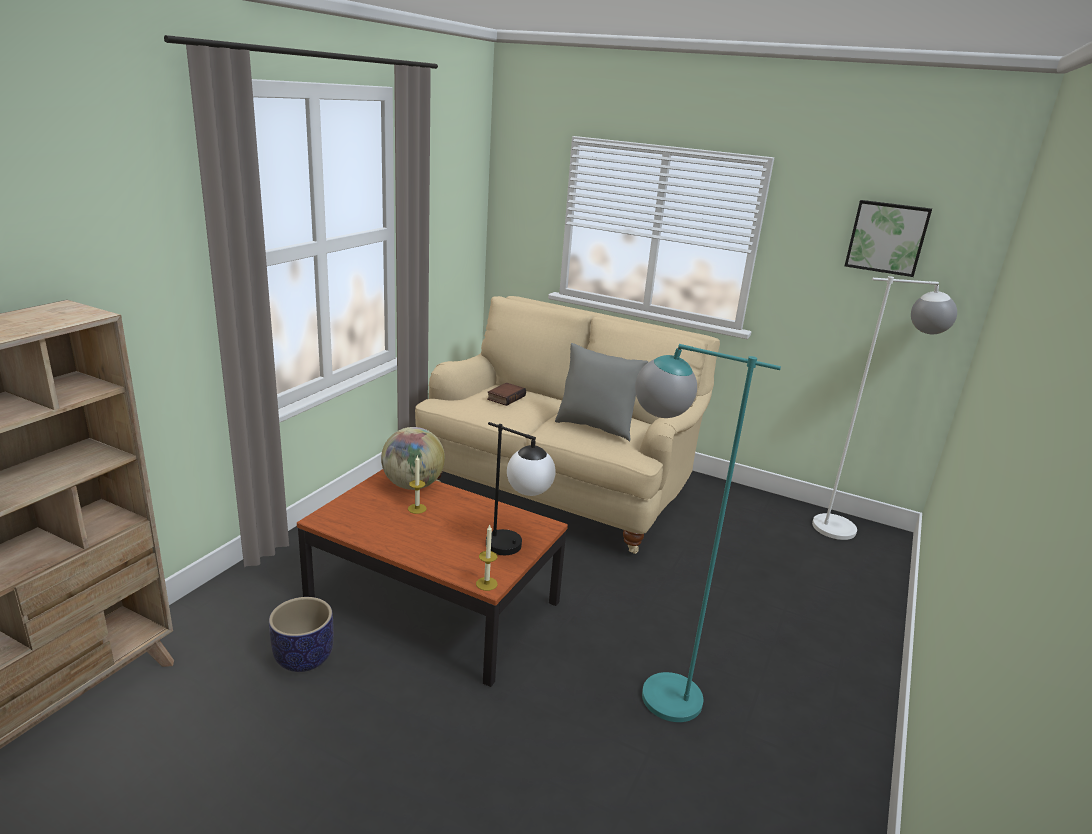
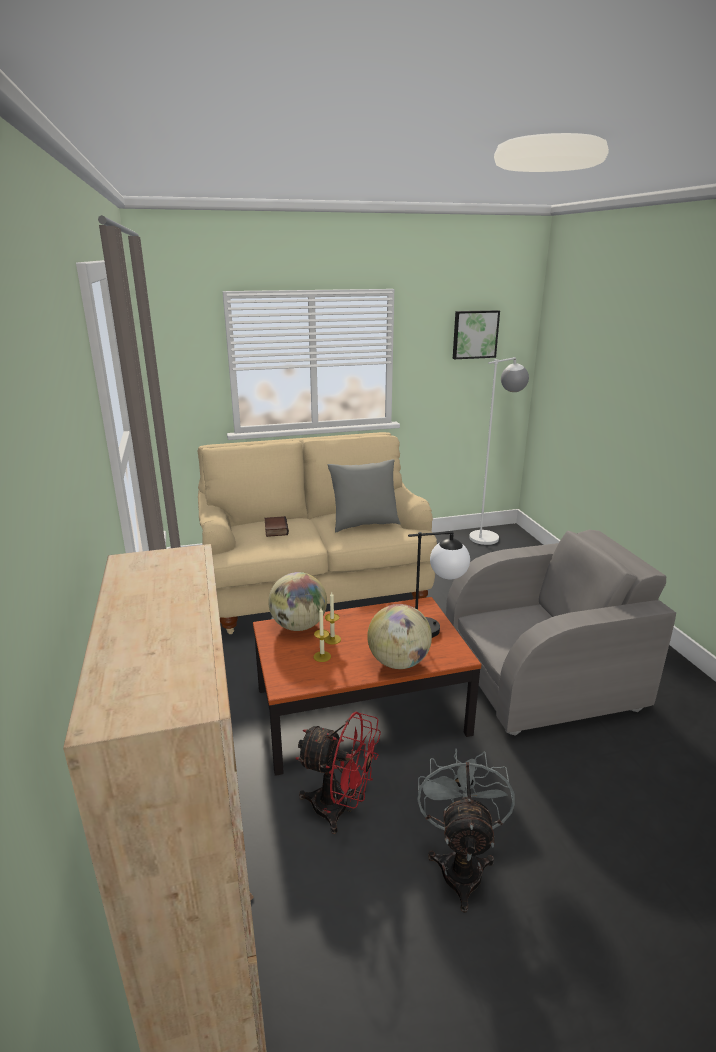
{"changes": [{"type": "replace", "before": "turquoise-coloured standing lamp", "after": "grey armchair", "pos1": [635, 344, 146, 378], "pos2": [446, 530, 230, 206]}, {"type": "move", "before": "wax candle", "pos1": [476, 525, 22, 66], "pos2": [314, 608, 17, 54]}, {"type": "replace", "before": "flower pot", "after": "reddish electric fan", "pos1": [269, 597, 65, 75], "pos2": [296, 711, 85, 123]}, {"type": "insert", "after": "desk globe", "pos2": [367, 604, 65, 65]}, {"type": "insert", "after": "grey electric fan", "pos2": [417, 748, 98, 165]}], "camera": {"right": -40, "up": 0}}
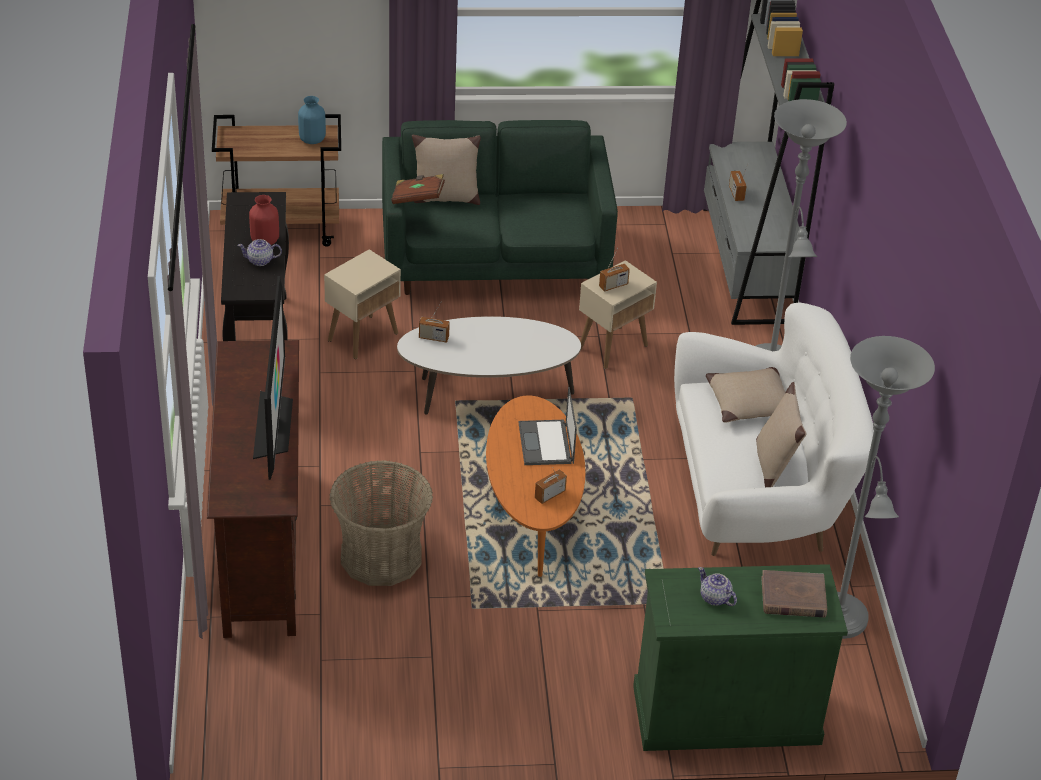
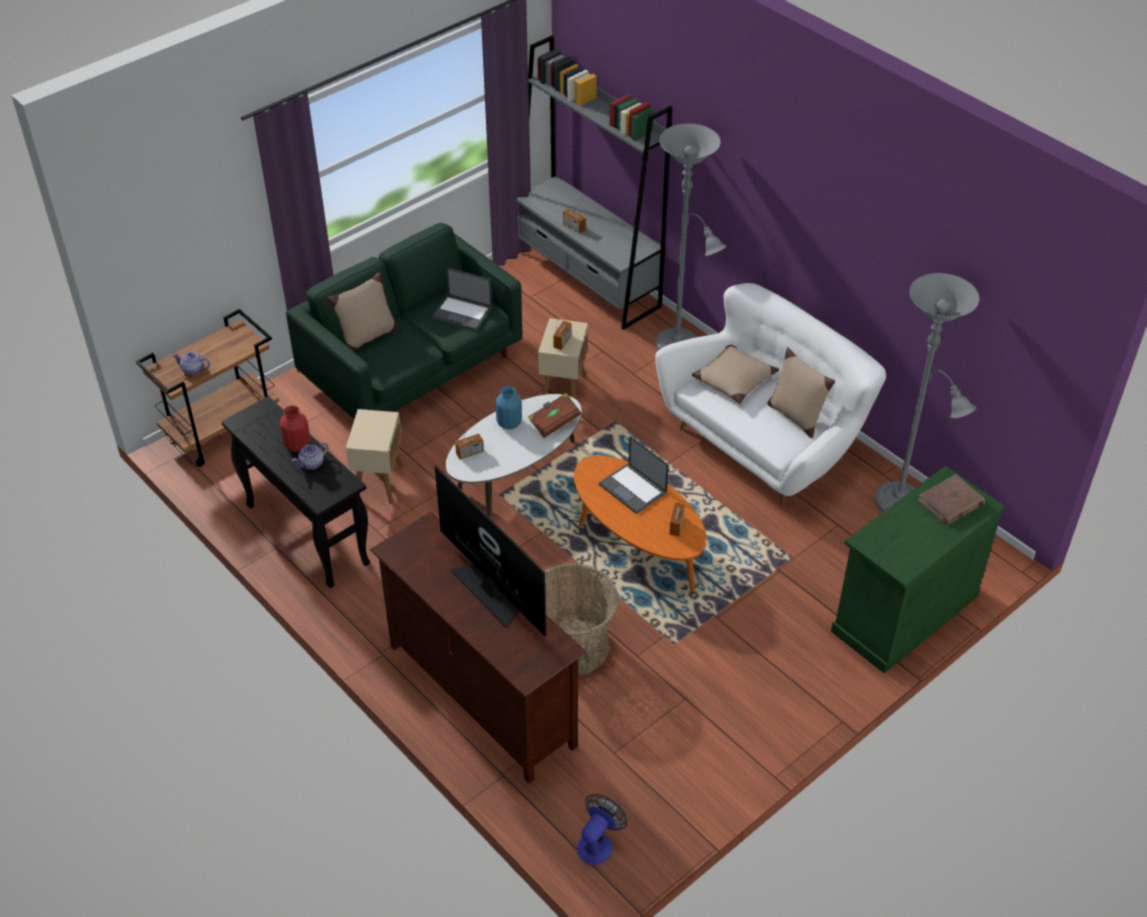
{"changes": [{"type": "move", "before": "blue decorative vase", "pos1": [298, 96, 28, 48], "pos2": [496, 386, 26, 43]}, {"type": "move", "before": "brown book", "pos1": [391, 174, 54, 30], "pos2": [528, 393, 53, 45]}, {"type": "move", "before": "pot for tea", "pos1": [698, 567, 39, 39], "pos2": [172, 351, 38, 24]}, {"type": "insert", "after": "laptop", "pos2": [432, 267, 60, 64]}, {"type": "insert", "after": "electric fan", "pos2": [577, 794, 50, 71]}], "camera": {"right": -35, "up": 5}}
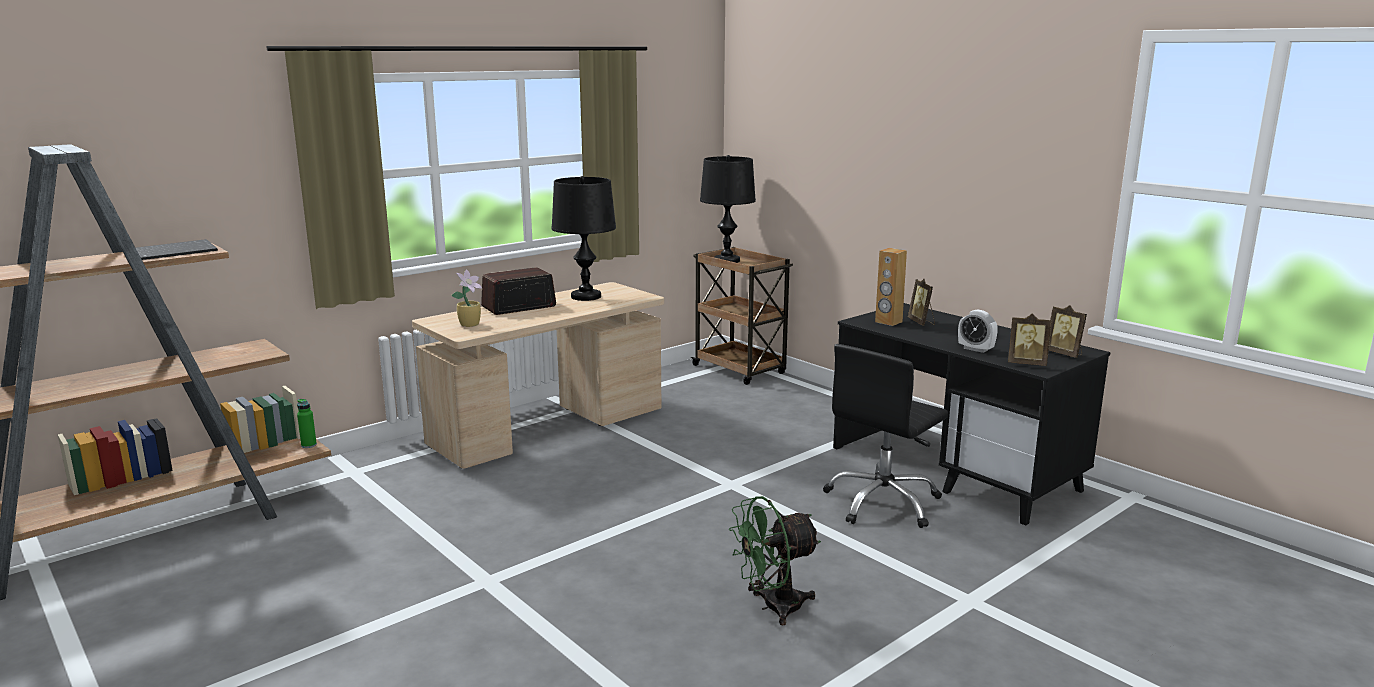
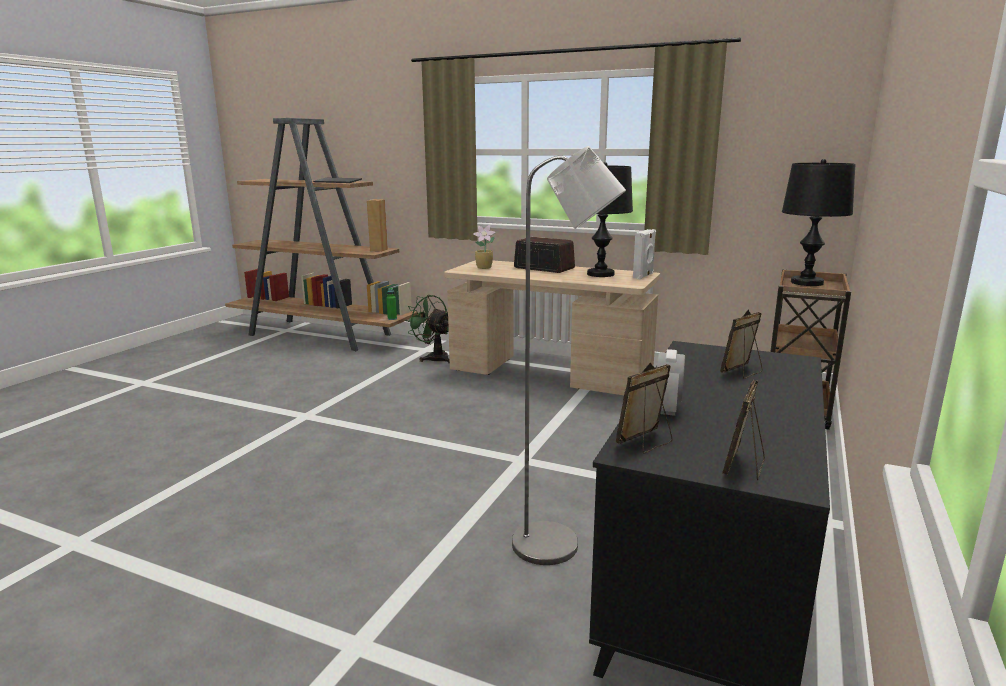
{"changes": [{"type": "move", "before": "brown loudspeaker", "pos1": [875, 248, 32, 78], "pos2": [367, 199, 21, 53]}, {"type": "rotate", "before": "standing frame", "pos1": [1008, 314, 44, 52], "pos2": [616, 363, 57, 90], "turn": 60}, {"type": "replace", "before": "blackish computer chair", "after": "grey standing lamp", "pos1": [823, 344, 126, 184], "pos2": [512, 146, 114, 419]}, {"type": "move", "before": "green-coloured electric fan", "pos1": [729, 496, 92, 129], "pos2": [405, 295, 45, 69]}, {"type": "insert", "after": "white loudspeaker", "pos2": [633, 229, 23, 50]}], "camera": {"right": 65, "up": 0}}
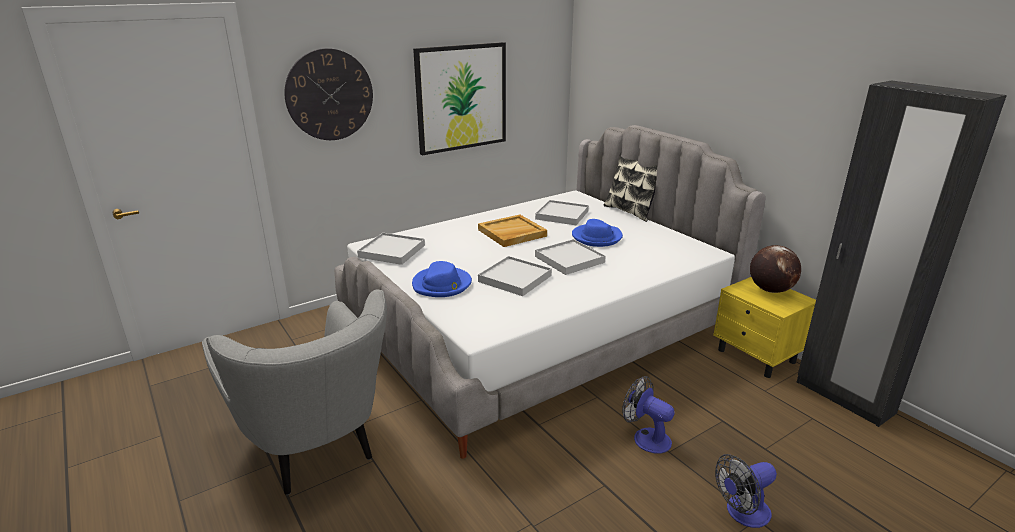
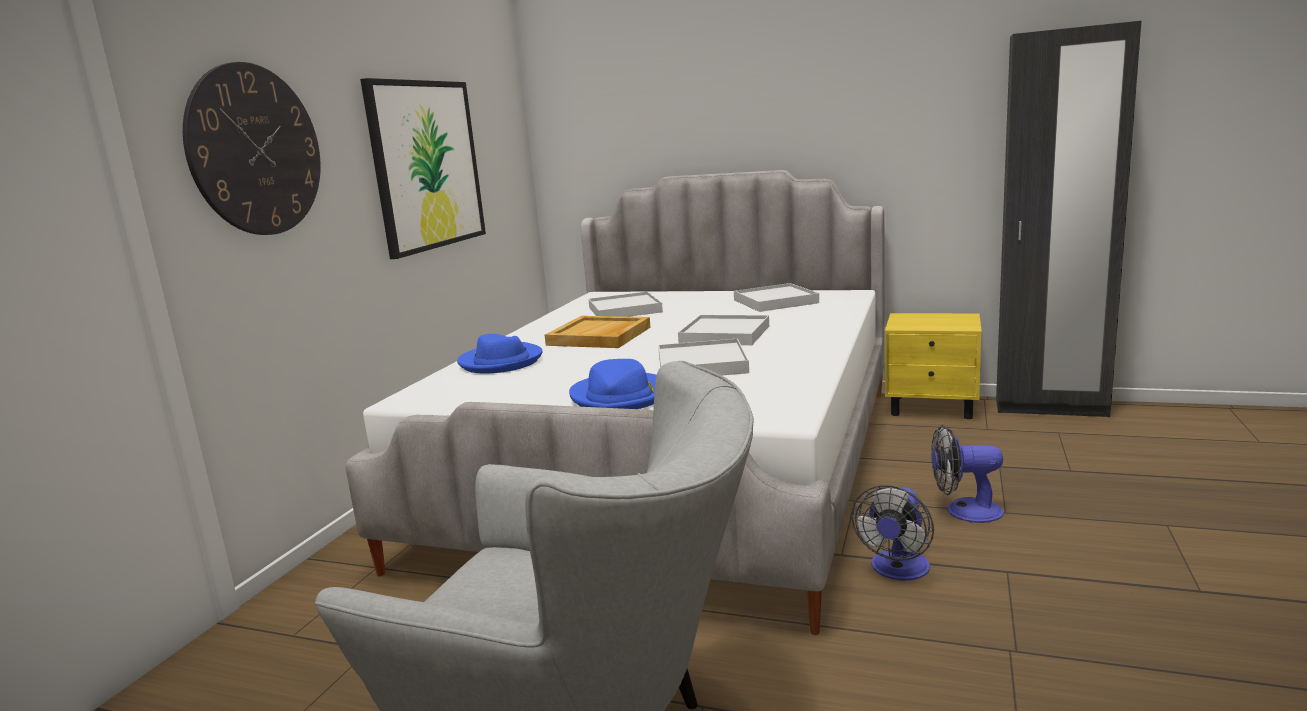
{"changes": [{"type": "delete", "before": "pillow", "pos1": [604, 153, 53, 69]}, {"type": "move", "before": "blue clothing hat", "pos1": [572, 219, 51, 28], "pos2": [457, 334, 85, 39]}, {"type": "move", "before": "white carrying tray", "pos1": [357, 233, 68, 32], "pos2": [734, 283, 85, 29]}, {"type": "delete", "before": "desk globe", "pos1": [750, 245, 51, 48]}, {"type": "move", "before": "electric fan", "pos1": [715, 454, 62, 74], "pos2": [852, 485, 82, 95]}], "camera": {"right": -35, "up": -10}}
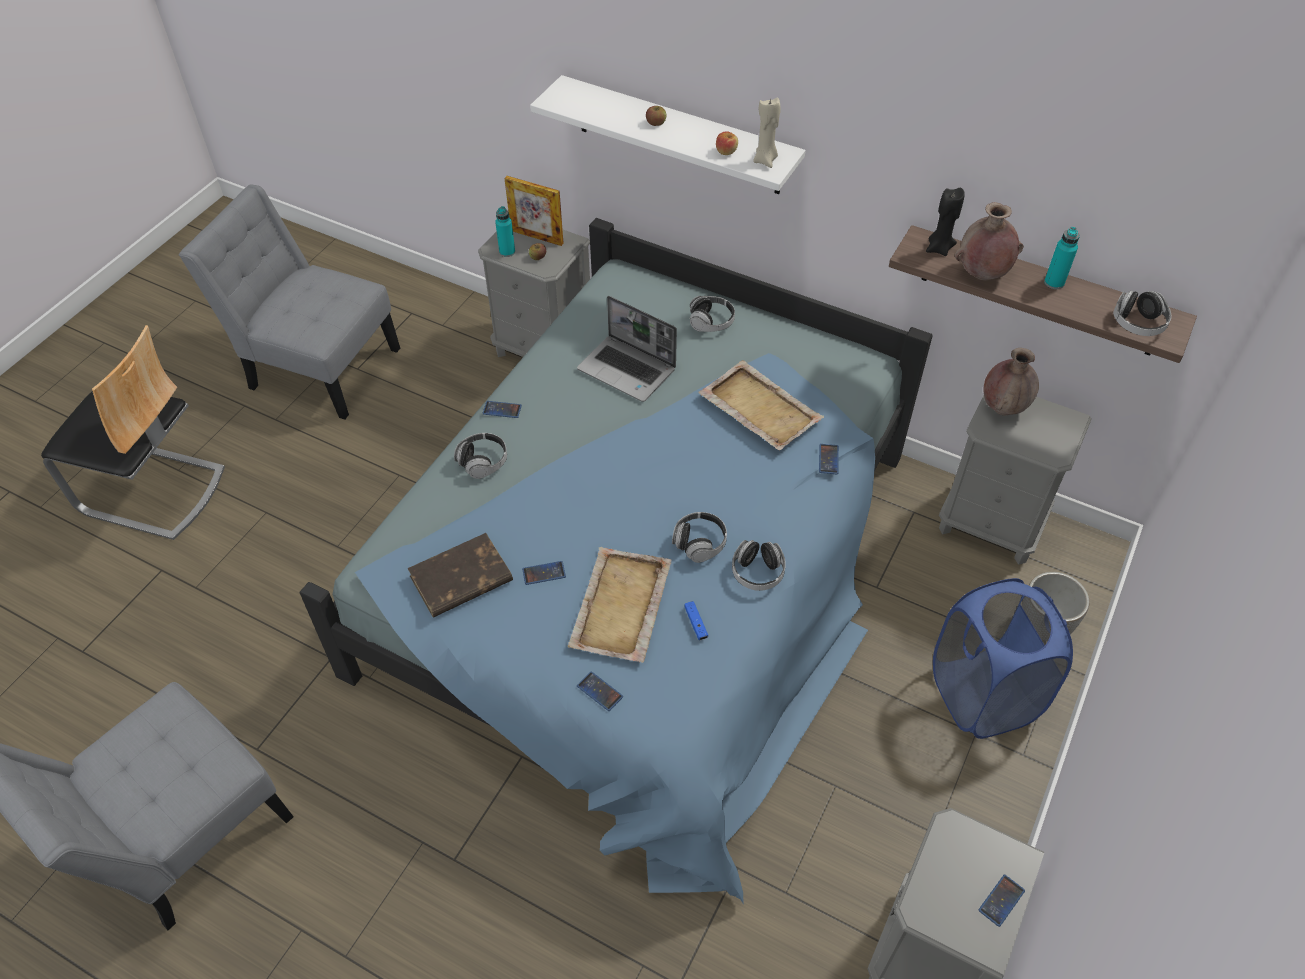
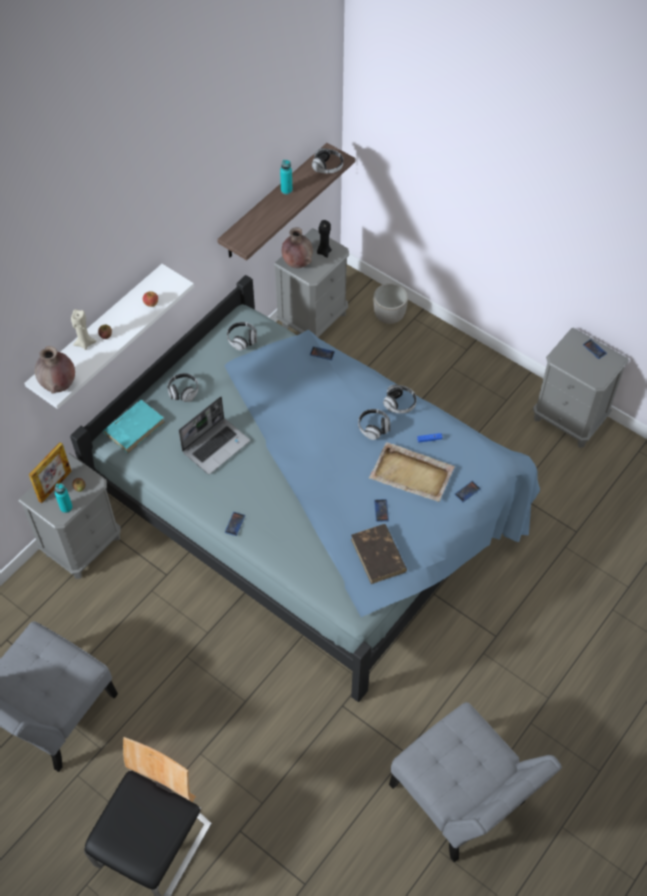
{"changes": [{"type": "move", "before": "sand-coloured wax candle", "pos1": [753, 97, 28, 71], "pos2": [71, 309, 26, 41]}, {"type": "move", "before": "blackish wax candle", "pos1": [926, 188, 39, 68], "pos2": [317, 220, 15, 38]}, {"type": "move", "before": "brown decorative vase", "pos1": [955, 202, 69, 79], "pos2": [35, 346, 40, 48]}, {"type": "delete", "before": "sand-coloured carrying tray", "pos1": [698, 360, 126, 90]}, {"type": "move", "before": "headphones", "pos1": [454, 433, 53, 46], "pos2": [227, 322, 30, 29]}, {"type": "delete", "before": "blue laundry basket", "pos1": [933, 578, 140, 161]}, {"type": "insert", "after": "turquoise-coloured book", "pos2": [103, 400, 62, 53]}], "camera": {"right": -80, "up": 5}}
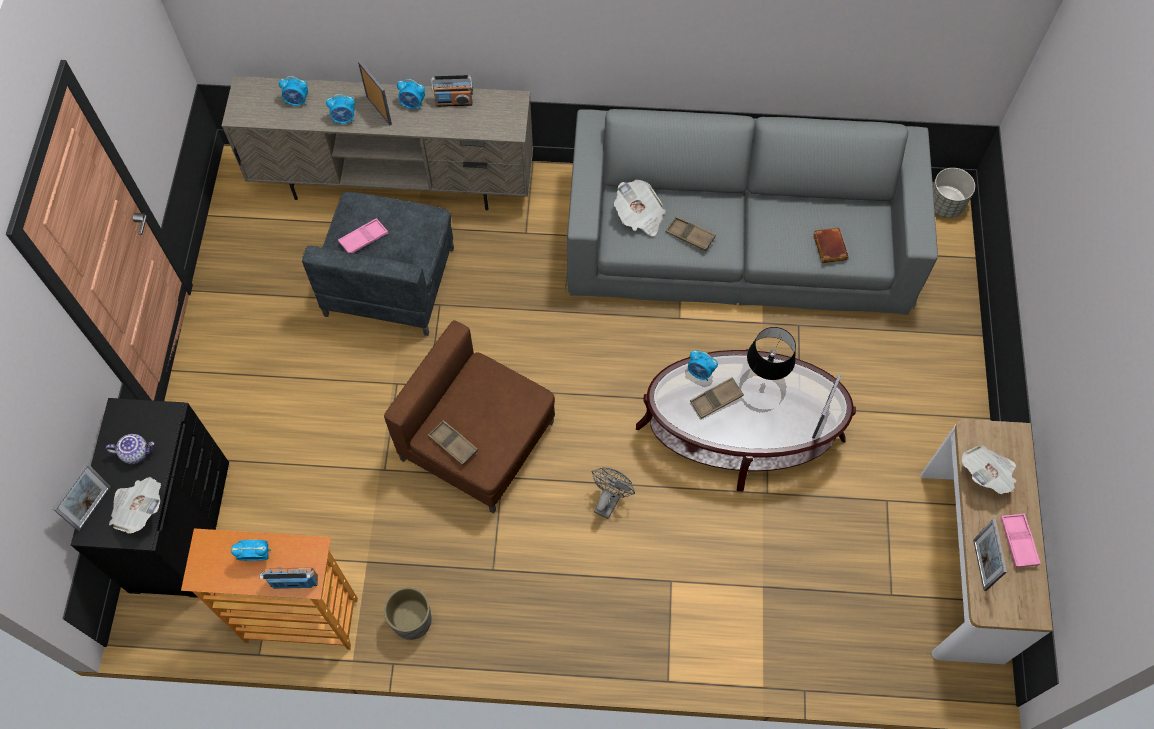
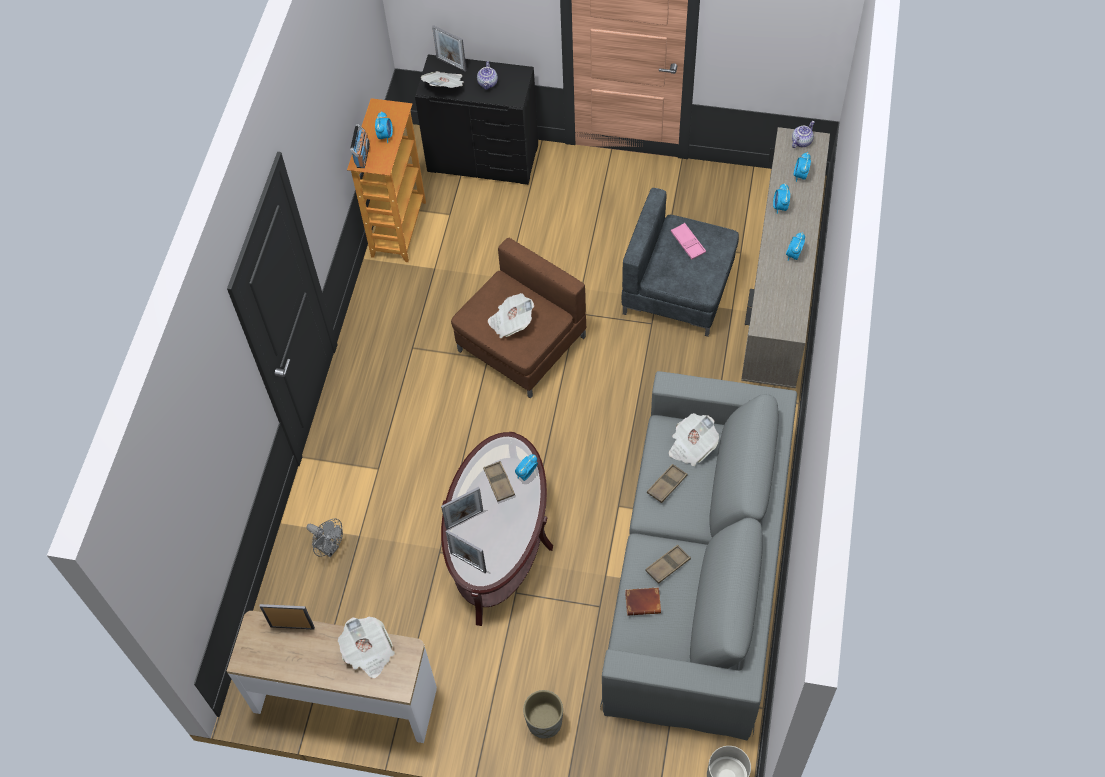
{"changes": [{"type": "move", "before": "standing frame", "pos1": [358, 61, 34, 64], "pos2": [441, 487, 42, 43]}, {"type": "delete", "before": "radio receiver", "pos1": [431, 75, 42, 32]}, {"type": "delete", "before": "blackish tabletop lamp", "pos1": [747, 327, 49, 53]}, {"type": "move", "before": "brown carrying tray", "pos1": [428, 420, 50, 46], "pos2": [645, 545, 46, 39]}, {"type": "move", "before": "grey electric fan", "pos1": [592, 467, 43, 52], "pos2": [306, 518, 37, 39]}, {"type": "delete", "before": "pink carrying tray", "pos1": [1001, 513, 39, 55]}, {"type": "move", "before": "grey flower pot", "pos1": [384, 587, 48, 53], "pos2": [523, 690, 40, 49]}, {"type": "insert", "after": "pot for tea", "pos2": [792, 121, 23, 27]}, {"type": "insert", "after": "printed paper", "pos2": [488, 293, 46, 45]}], "camera": {"right": 100, "up": -5}}
